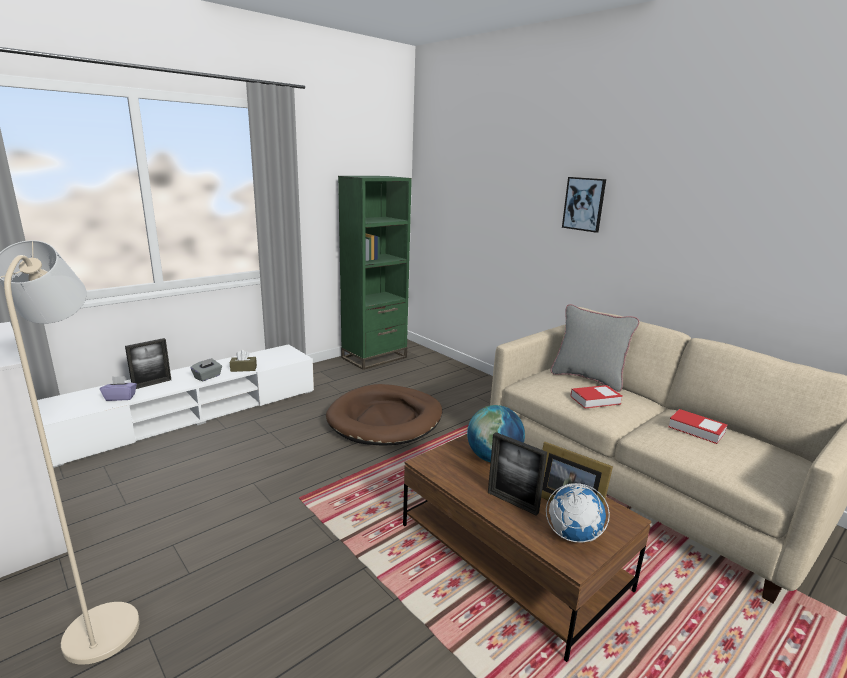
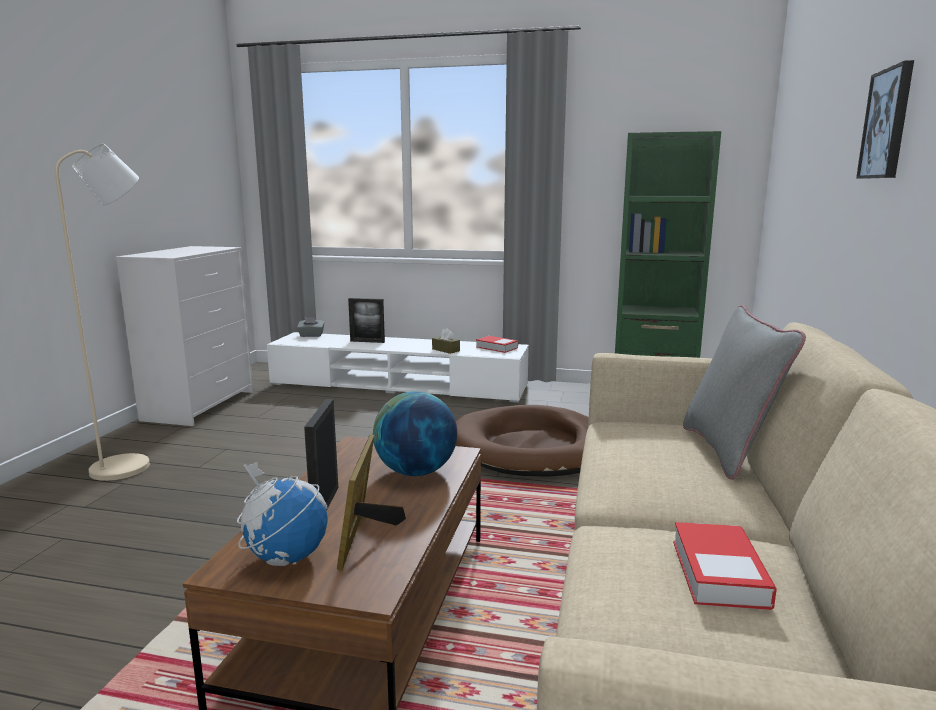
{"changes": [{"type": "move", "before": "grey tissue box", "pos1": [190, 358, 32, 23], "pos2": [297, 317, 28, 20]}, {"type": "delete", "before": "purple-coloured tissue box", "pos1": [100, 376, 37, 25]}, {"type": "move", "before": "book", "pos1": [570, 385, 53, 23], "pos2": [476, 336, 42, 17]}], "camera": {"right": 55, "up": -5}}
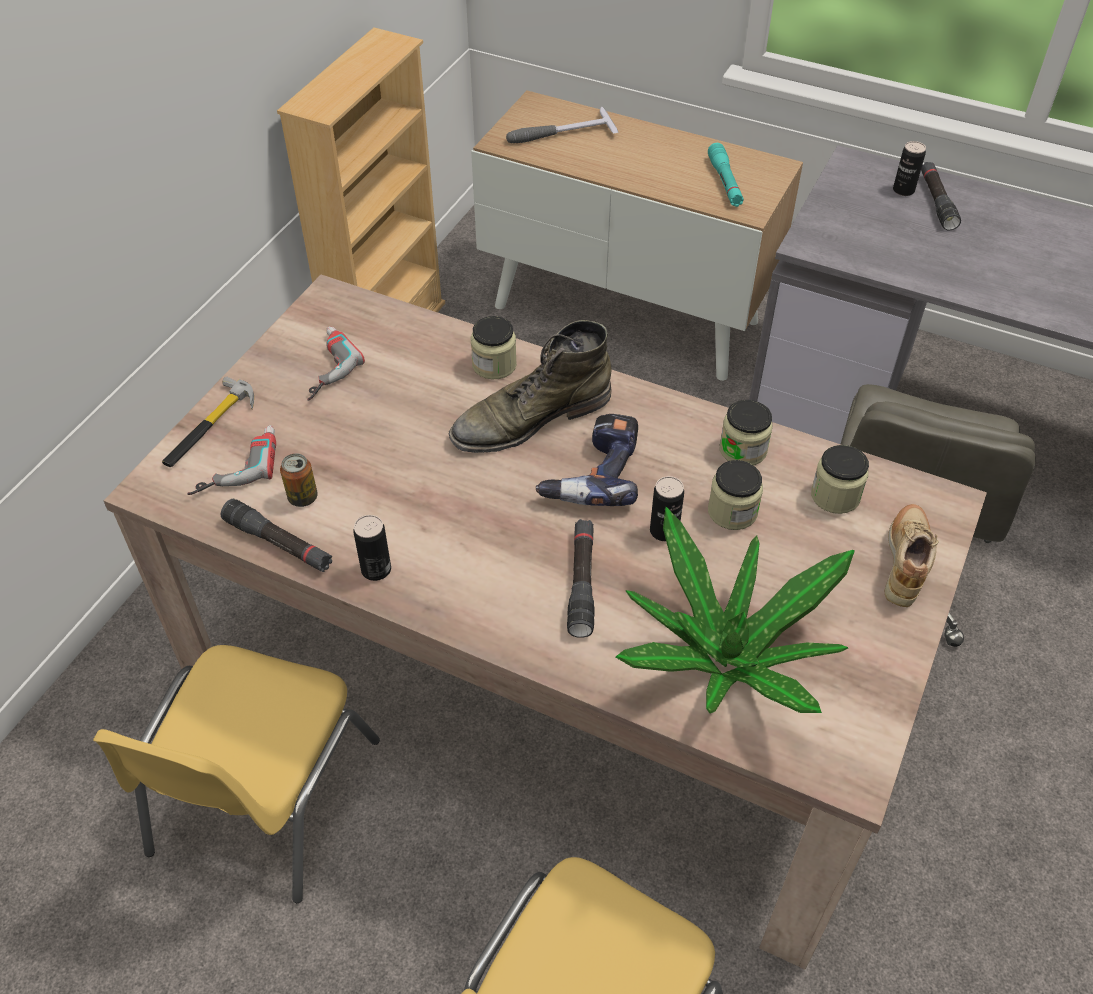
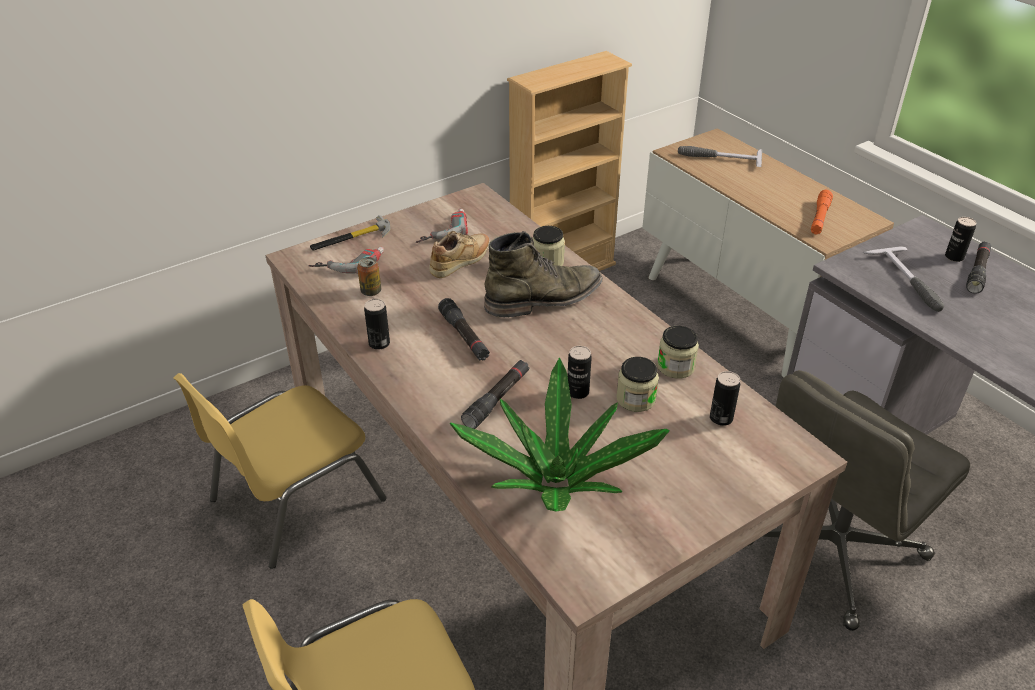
{"changes": [{"type": "recolor", "before": "turquoise-coloured flashlight", "after": "orange-coloured flashlight", "pos1": [708, 143, 36, 64], "pos2": [811, 190, 22, 45]}, {"type": "rotate", "before": "green-coloured tall boot", "pos1": [449, 320, 163, 133], "pos2": [484, 231, 119, 86], "turn": 150}, {"type": "delete", "before": "drill", "pos1": [536, 414, 102, 92]}, {"type": "replace", "before": "jar", "after": "sealed can", "pos1": [811, 445, 58, 69], "pos2": [710, 371, 30, 55]}, {"type": "move", "before": "blackish flashlight", "pos1": [221, 499, 111, 73], "pos2": [438, 298, 52, 63]}, {"type": "move", "before": "sand-coloured shoe", "pos1": [885, 504, 54, 103], "pos2": [430, 231, 59, 47]}, {"type": "insert", "after": "hand hammer", "pos2": [863, 247, 81, 65]}], "camera": {"right": 30, "up": -10}}
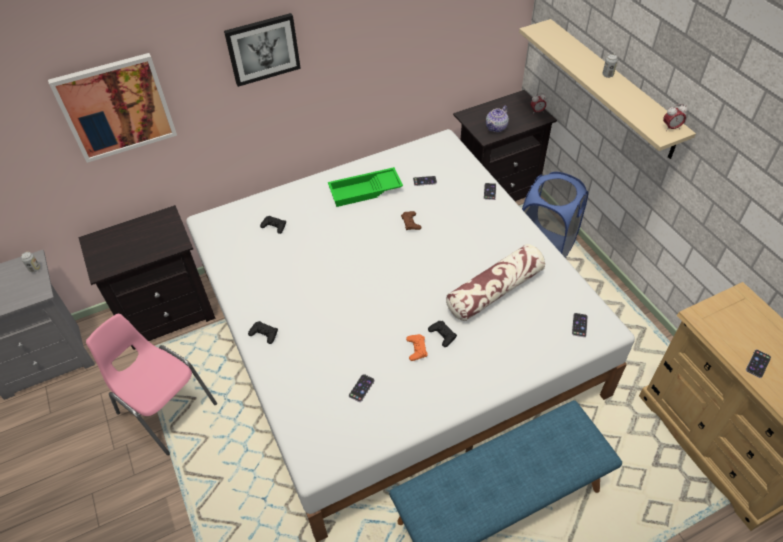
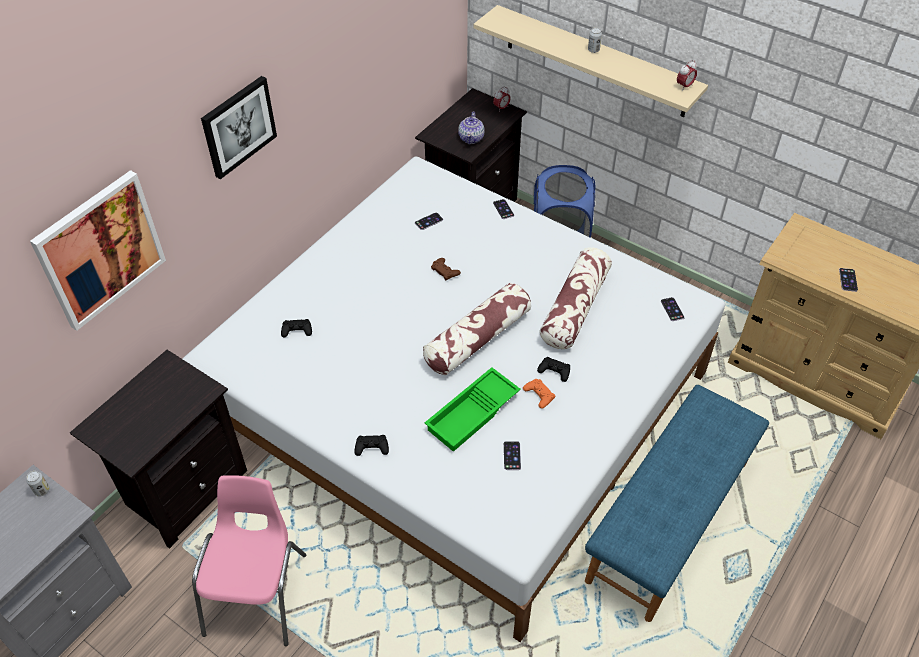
{"changes": [{"type": "move", "before": "green-coloured carrying tray", "pos1": [328, 167, 75, 40], "pos2": [425, 367, 96, 85]}, {"type": "rotate", "before": "pink plain chair", "pos1": [86, 314, 131, 141], "pos2": [192, 475, 114, 171], "turn": 90}, {"type": "insert", "after": "pillow", "pos2": [423, 283, 108, 92]}], "camera": {"right": -30, "up": 0}}
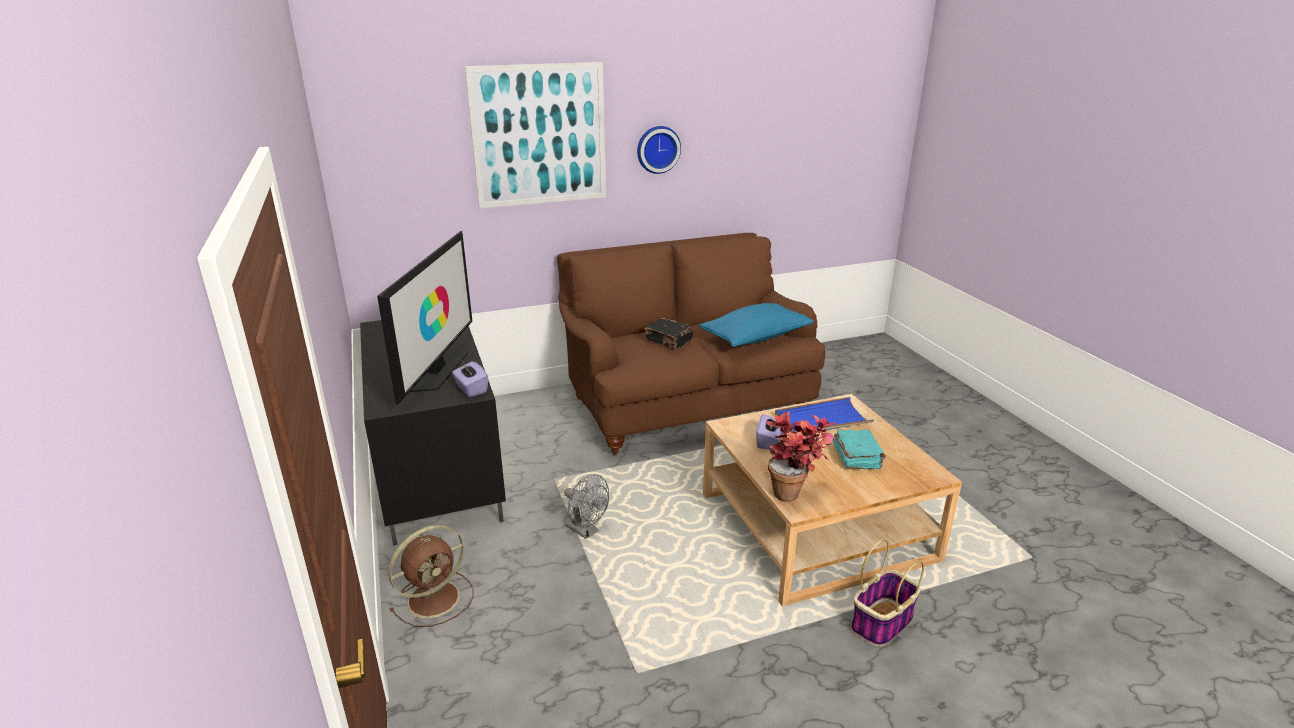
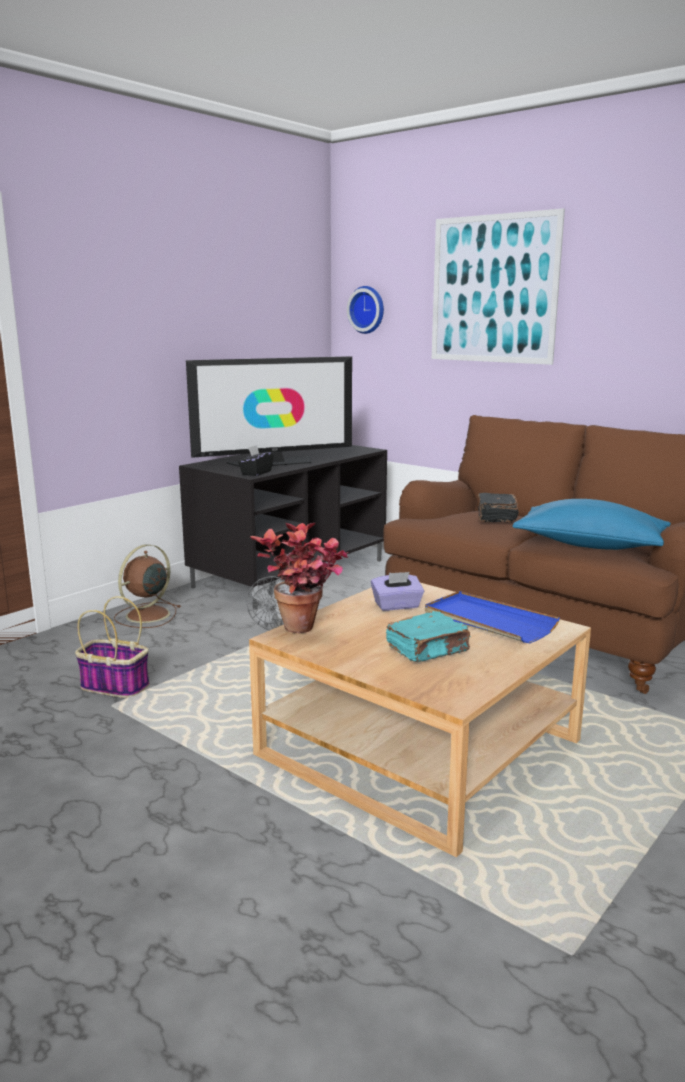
{"changes": [{"type": "move", "before": "hanging clock", "pos1": [637, 126, 44, 48], "pos2": [347, 286, 37, 48]}, {"type": "recolor", "before": "purple-coloured tissue box", "after": "blackish tissue box", "pos1": [452, 361, 36, 36], "pos2": [238, 445, 36, 31]}, {"type": "rotate", "before": "brown electric fan", "pos1": [389, 525, 85, 102], "pos2": [114, 544, 67, 84], "turn": 105}, {"type": "move", "before": "basket", "pos1": [851, 539, 73, 108], "pos2": [75, 596, 74, 102]}], "camera": {"right": 60, "up": -10}}
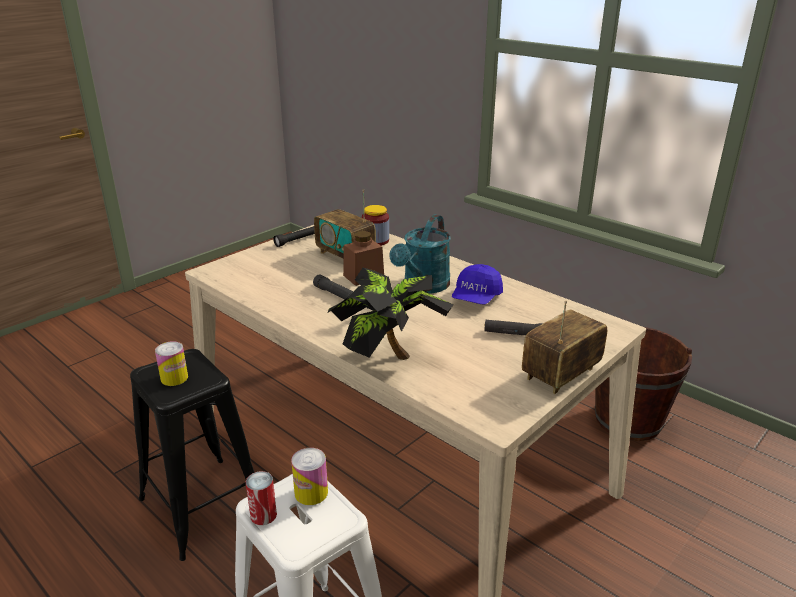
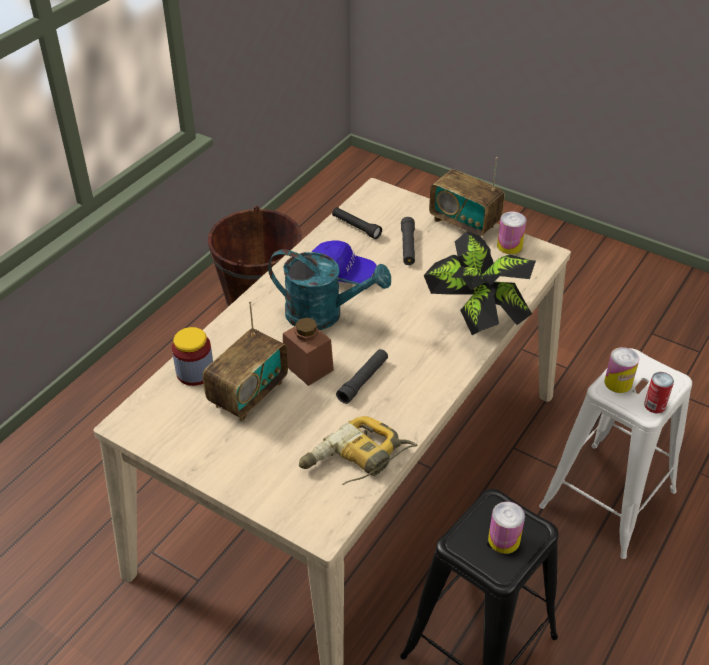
{"changes": [{"type": "move", "before": "blackish flashlight", "pos1": [273, 226, 42, 21], "pos2": [332, 207, 50, 32]}, {"type": "insert", "after": "sealed can", "pos2": [497, 212, 30, 42]}, {"type": "insert", "after": "drill", "pos2": [299, 416, 118, 69]}], "camera": {"right": -100, "up": 15}}
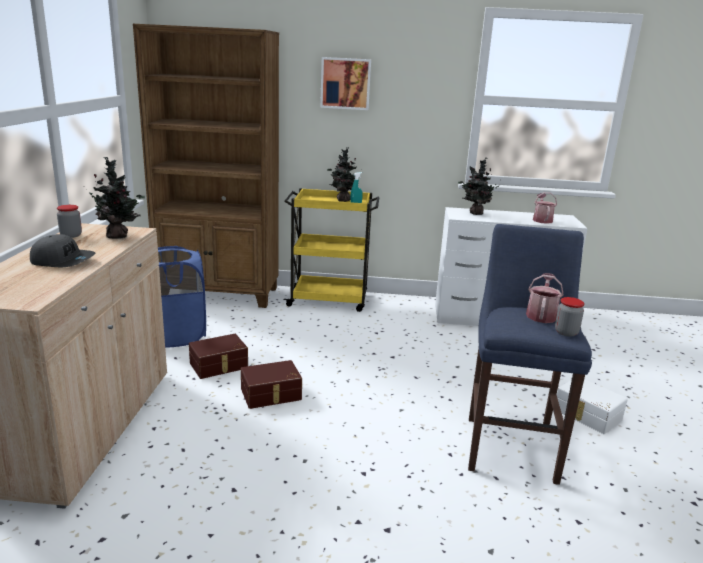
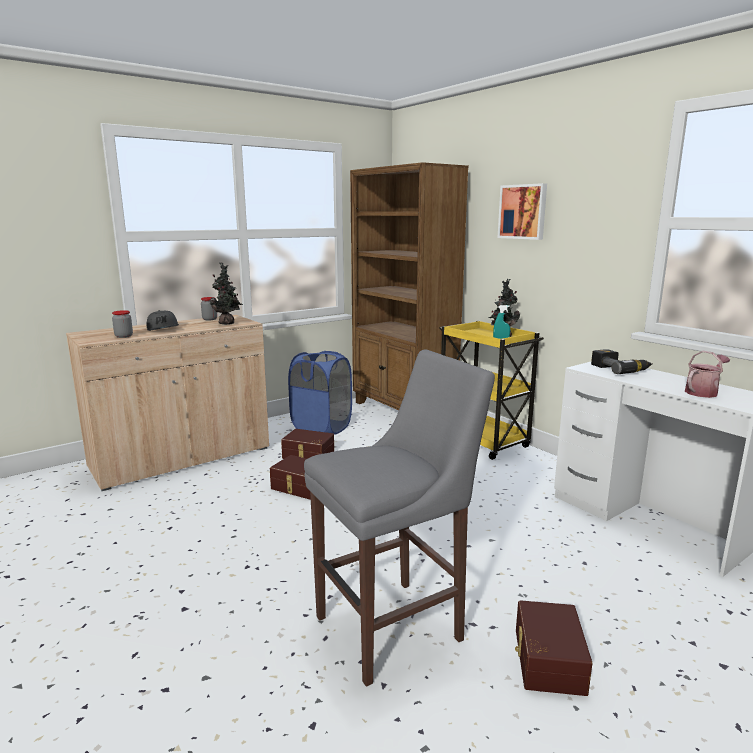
{"changes": [{"type": "replace", "before": "plant in a pot", "after": "drill", "pos1": [458, 157, 41, 58], "pos2": [591, 349, 61, 25]}, {"type": "recolor", "before": "blue stool seat", "after": "grey stool seat", "pos1": [468, 224, 124, 261], "pos2": [304, 350, 191, 337]}, {"type": "delete", "before": "watering pot", "pos1": [526, 273, 38, 50]}, {"type": "move", "before": "jar", "pos1": [555, 297, 29, 40], "pos2": [112, 310, 21, 28]}, {"type": "recolor", "before": "white storage box", "after": "brown storage box", "pos1": [557, 379, 71, 55], "pos2": [515, 600, 77, 96]}], "camera": {"right": 50, "up": -5}}
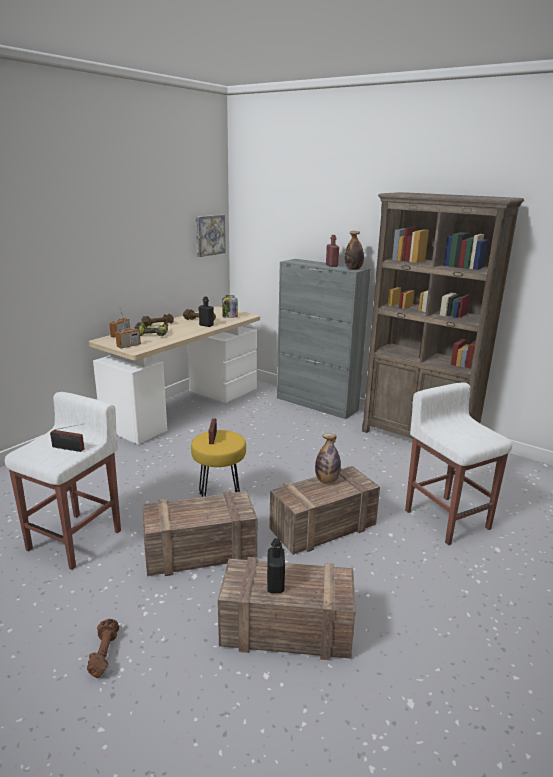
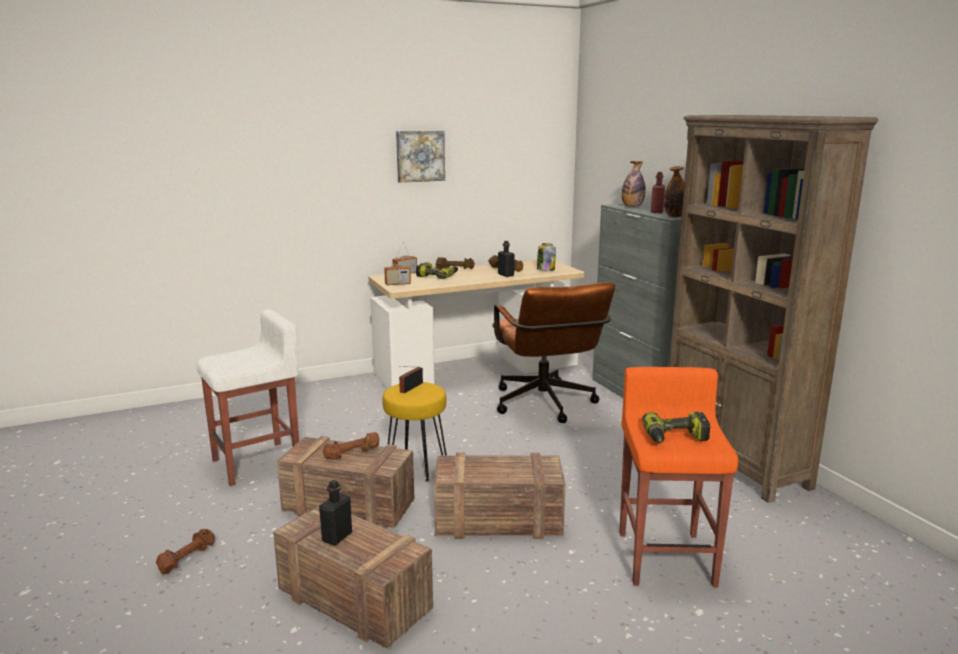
{"changes": [{"type": "move", "before": "wall art", "pos1": [196, 215, 29, 42], "pos2": [396, 131, 49, 52]}, {"type": "recolor", "before": "white stool seat", "after": "orange-coloured stool seat", "pos1": [405, 382, 107, 163], "pos2": [619, 367, 119, 220]}, {"type": "delete", "before": "radio receiver", "pos1": [50, 424, 34, 28]}, {"type": "move", "before": "bottle", "pos1": [315, 434, 26, 49], "pos2": [622, 161, 23, 46]}, {"type": "insert", "after": "brown computer chair", "pos2": [492, 282, 123, 141]}, {"type": "insert", "after": "drill", "pos2": [642, 412, 68, 31]}, {"type": "insert", "after": "brown dumbbell", "pos2": [323, 432, 57, 27]}], "camera": {"right": 30, "up": -5}}
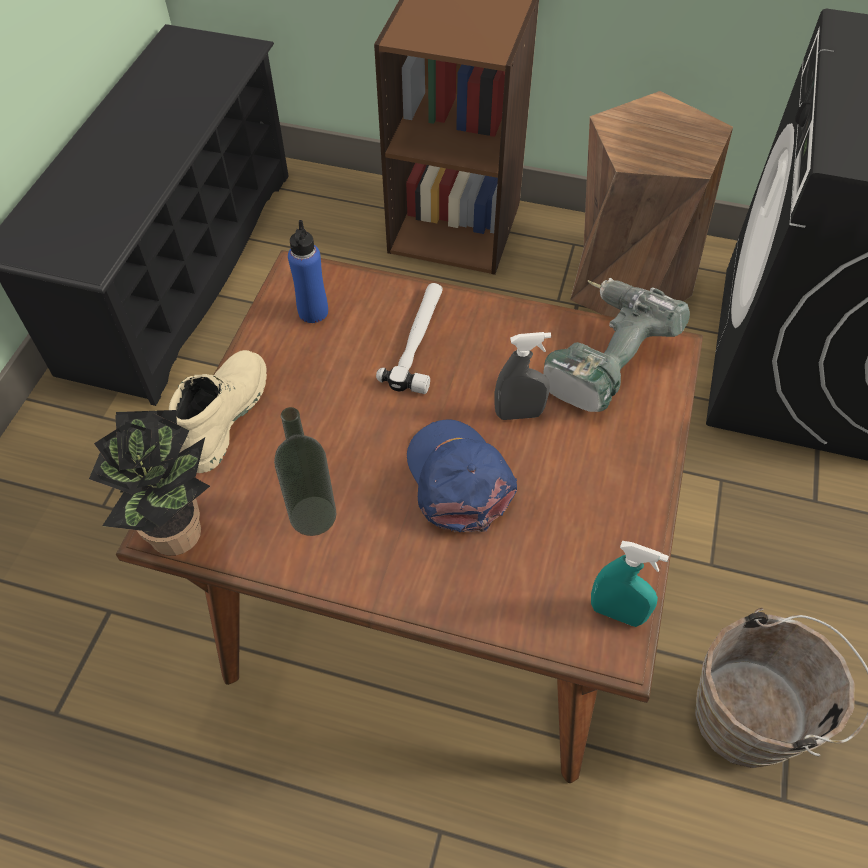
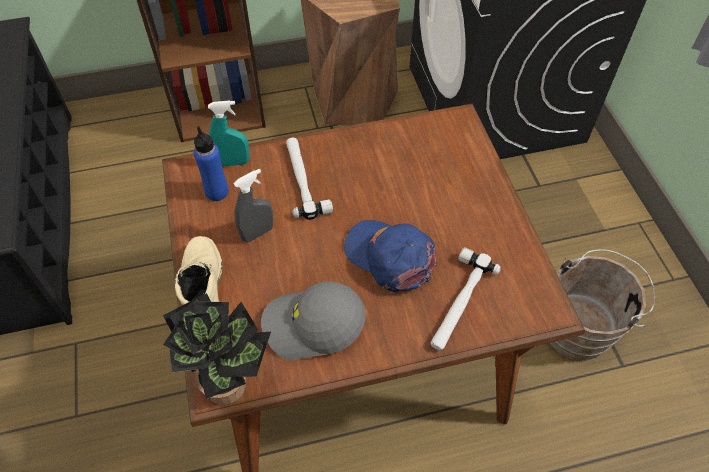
{"changes": [{"type": "delete", "before": "drill", "pos1": [543, 278, 147, 134]}, {"type": "move", "before": "grey spray bottle", "pos1": [495, 332, 56, 88], "pos2": [233, 169, 40, 73]}, {"type": "replace", "before": "bottle", "after": "grey peaked cap", "pos1": [274, 407, 63, 129], "pos2": [261, 281, 105, 79]}, {"type": "move", "before": "turquoise-coloured spray bottle", "pos1": [591, 541, 78, 86], "pos2": [208, 100, 42, 67]}, {"type": "insert", "after": "hand hammer", "pos2": [430, 247, 71, 104]}], "camera": {"right": -30, "up": 0}}
